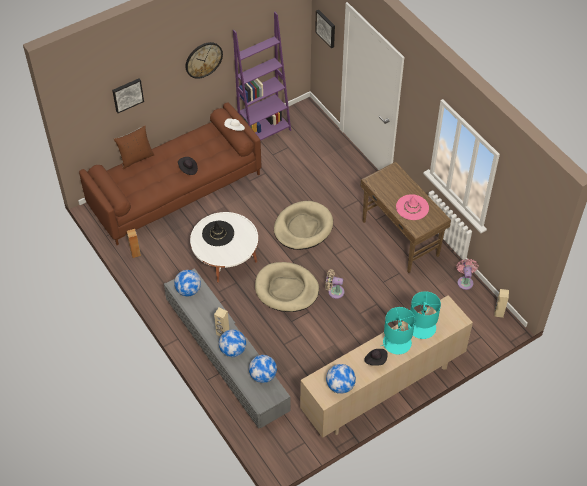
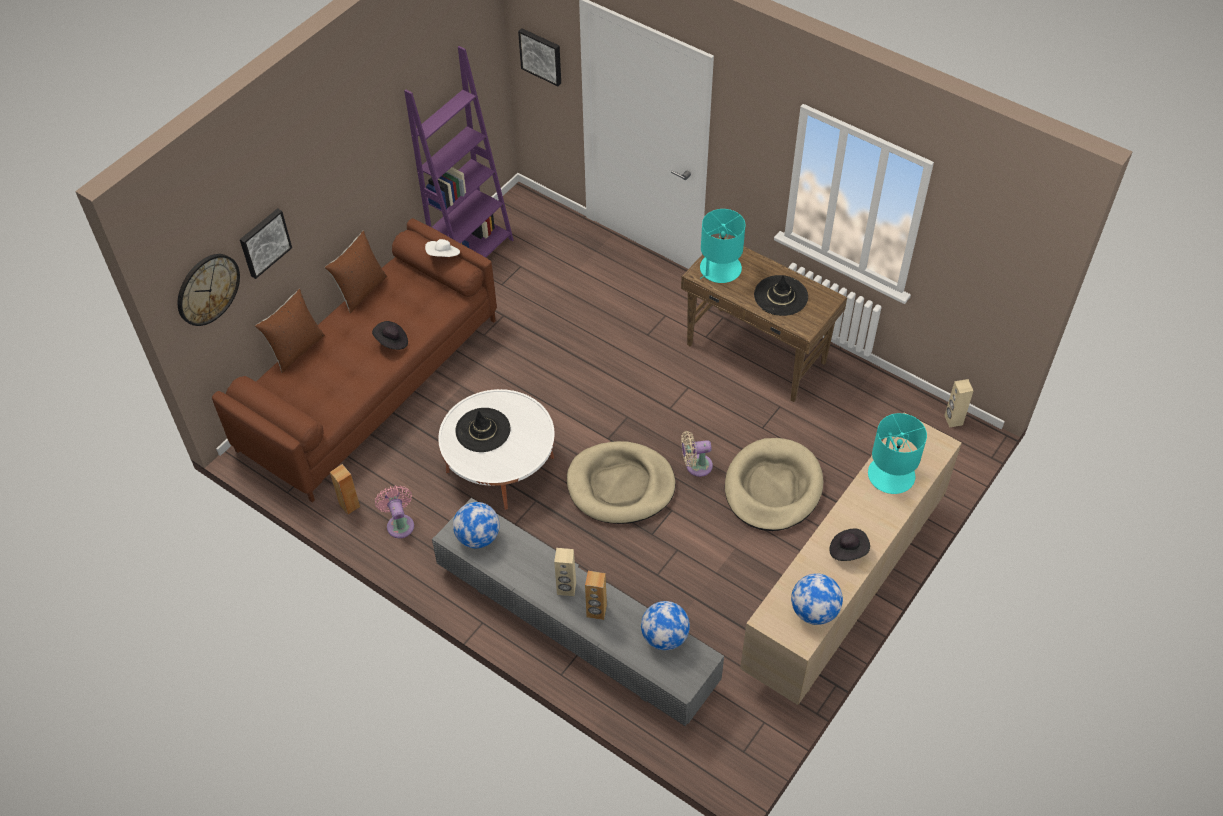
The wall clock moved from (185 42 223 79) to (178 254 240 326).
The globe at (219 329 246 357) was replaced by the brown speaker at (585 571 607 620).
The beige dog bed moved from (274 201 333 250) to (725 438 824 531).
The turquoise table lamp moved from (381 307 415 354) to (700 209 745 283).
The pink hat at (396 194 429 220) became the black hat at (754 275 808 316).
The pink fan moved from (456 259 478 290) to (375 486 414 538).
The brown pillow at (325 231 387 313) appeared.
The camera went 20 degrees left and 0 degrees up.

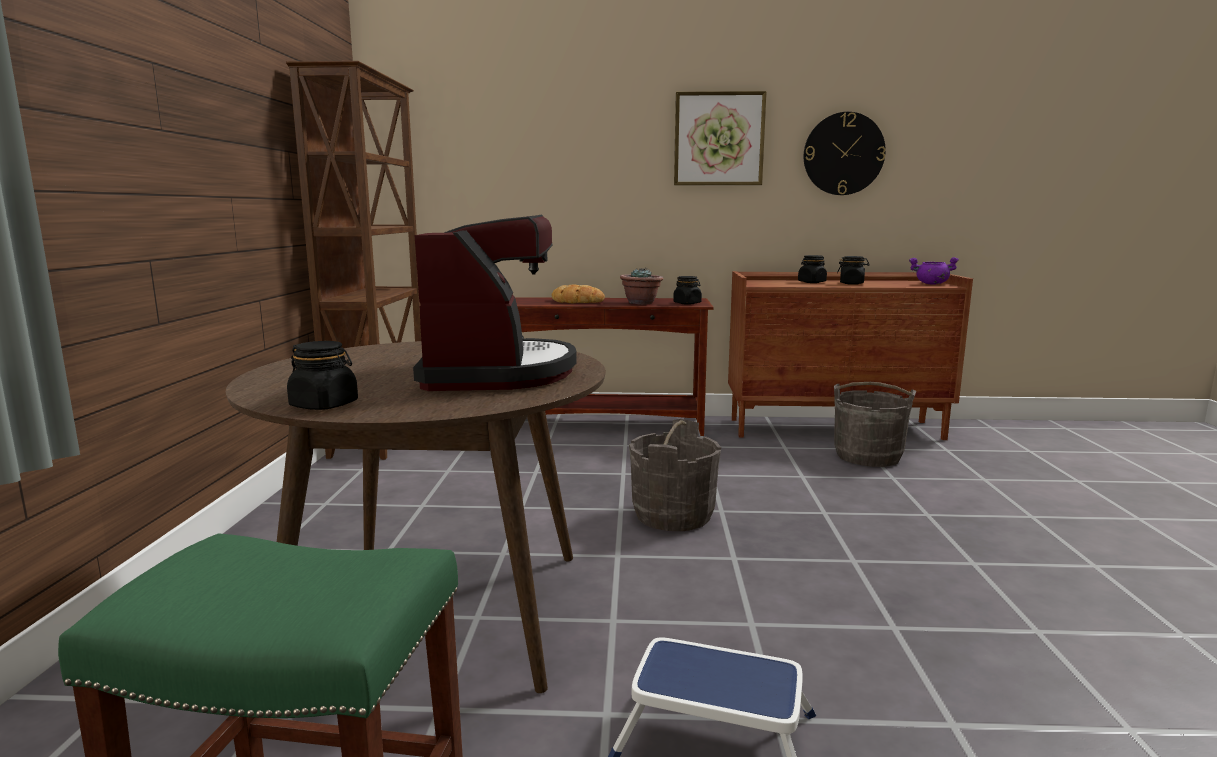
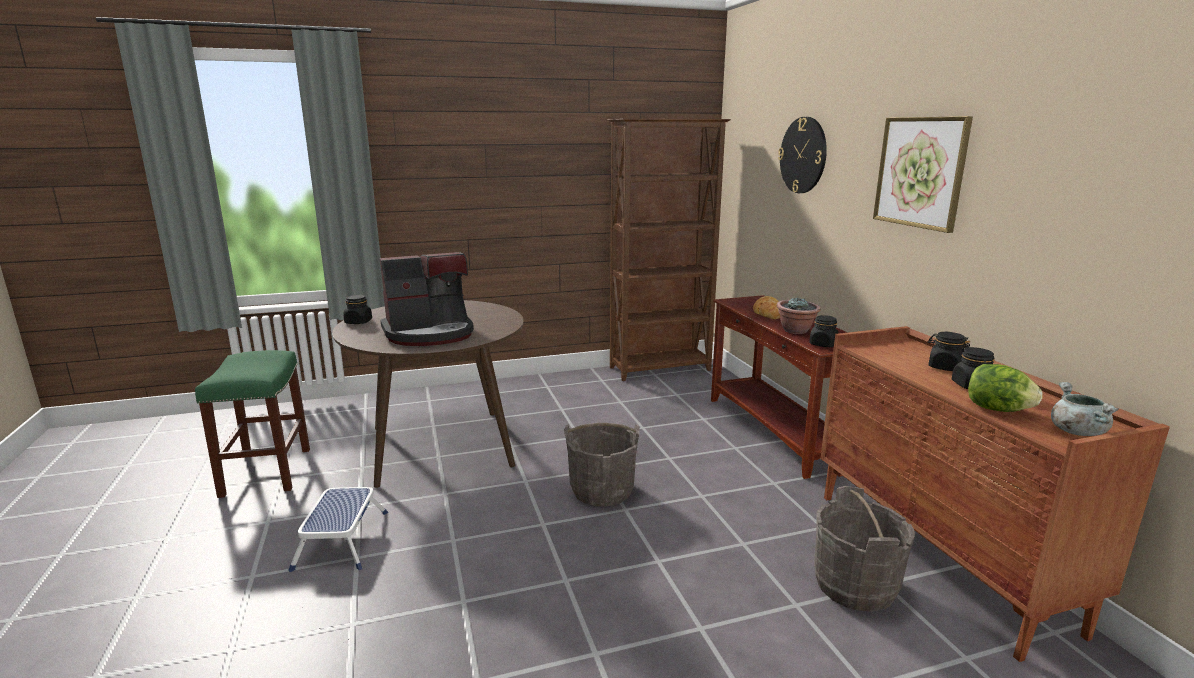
The wall clock moved from (804 112 886 195) to (778 117 827 193).
The purple cooking pot at (909 257 959 284) became the grey cooking pot at (1051 382 1119 436).
The lettuce at (968 364 1043 412) appeared.
The camera went 70 degrees right and 5 degrees up.

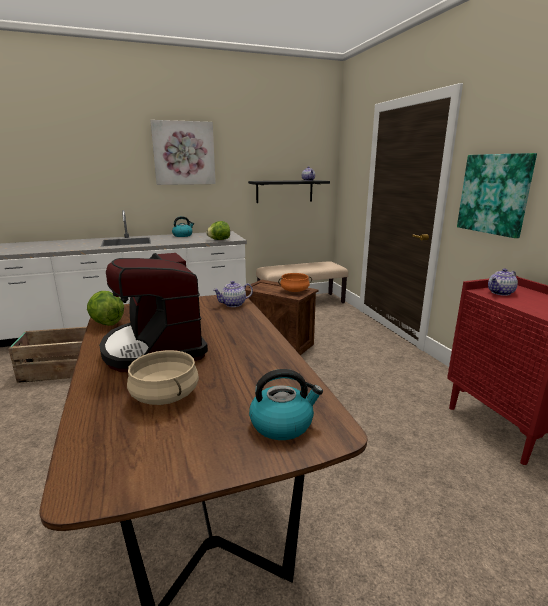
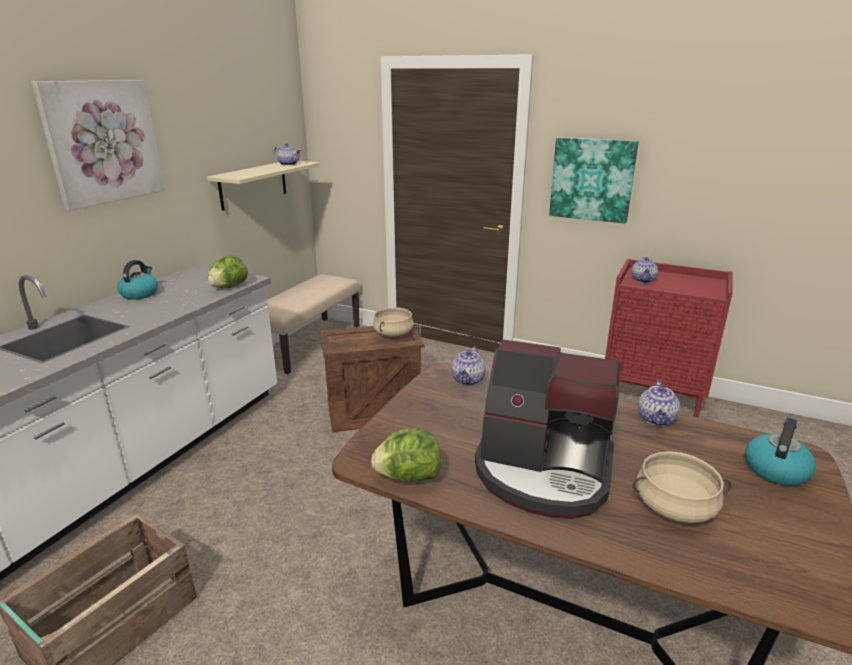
The black shelf at (248 180 330 203) became the beige shelf at (207 161 320 211).
The orange cooking pot at (278 273 312 292) became the beige cooking pot at (373 307 414 337).
The teapot at (638 380 680 426) appeared.
The camera went 45 degrees left and 5 degrees up.

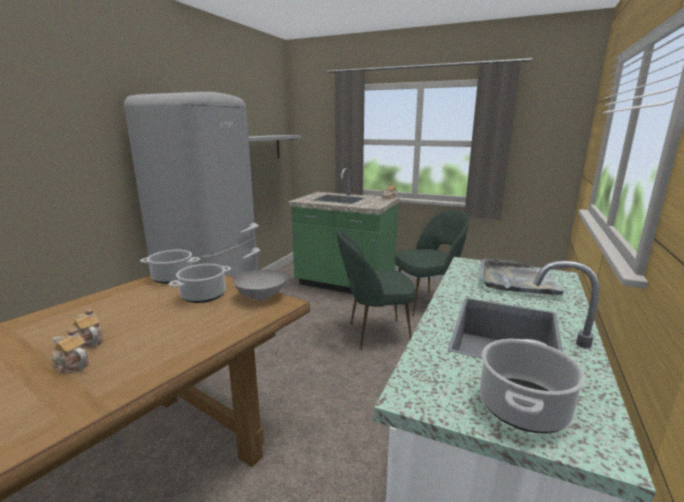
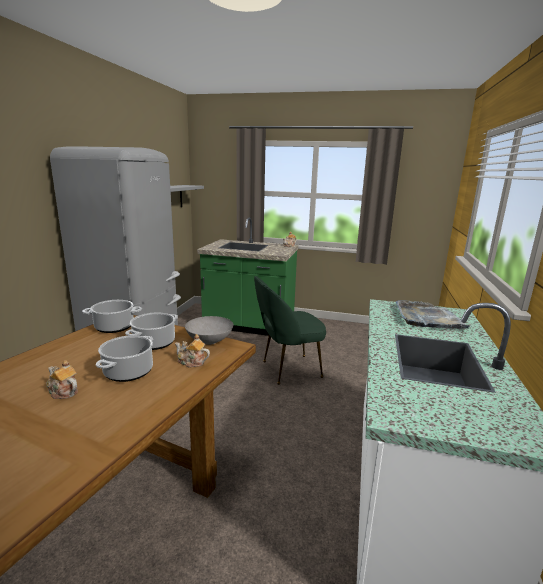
The teapot moved from (51 328 89 374) to (175 334 210 368).
The green chair at (395 210 469 316) disappeared.
The cooking pot moved from (480 339 585 433) to (96 335 153 382).
The camera went 10 degrees left and 0 degrees up.

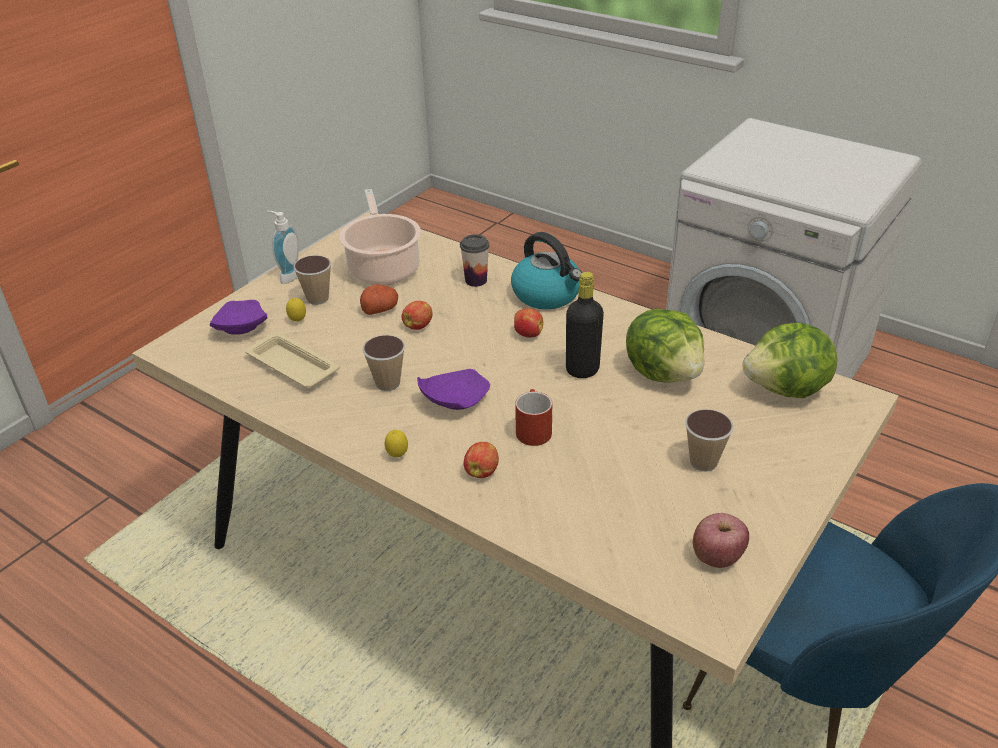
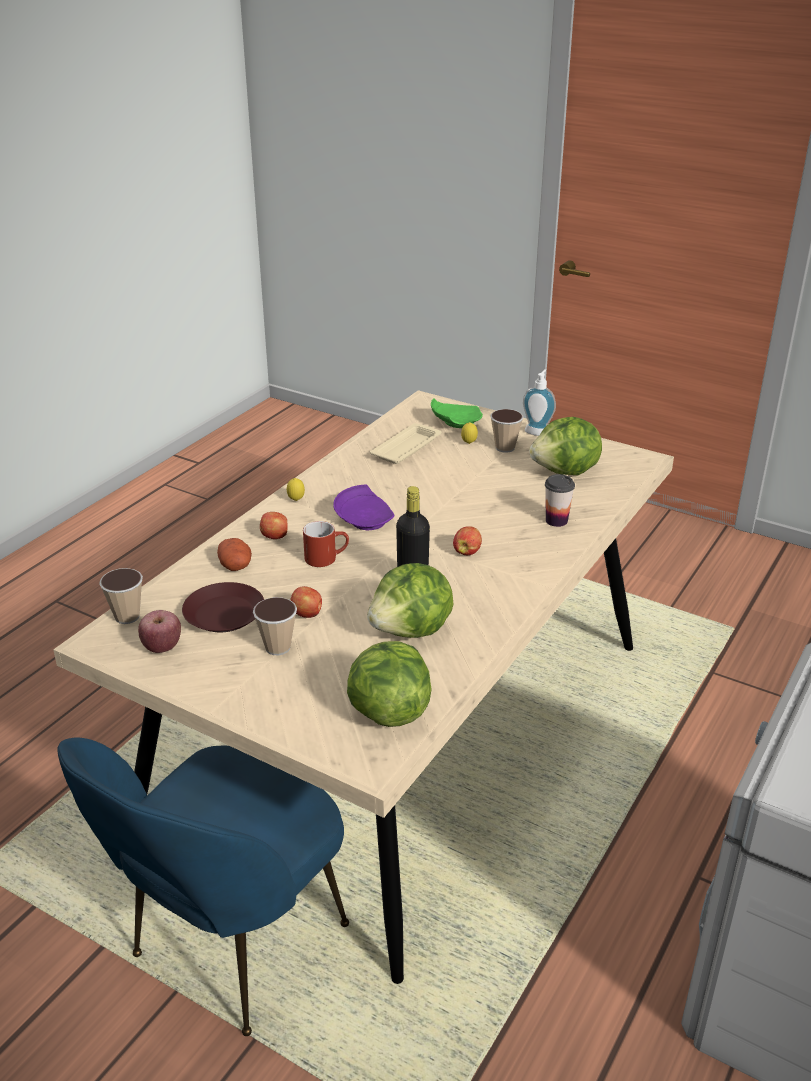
The purple plate at (210 300 268 335) became the green plate at (431 398 483 428).
The cooking pot at (339 189 421 285) was replaced by the lettuce at (529 417 602 475).
The potato moved from (360 284 398 315) to (217 538 252 571).
The cup moved from (362 335 405 391) to (99 568 143 624).
The apple moved from (402 301 433 330) to (290 586 322 618).
The kettle at (511 232 582 309) disappeared.
The brown plate at (182 582 264 632) appeared.
The camera went 85 degrees right and 5 degrees down.

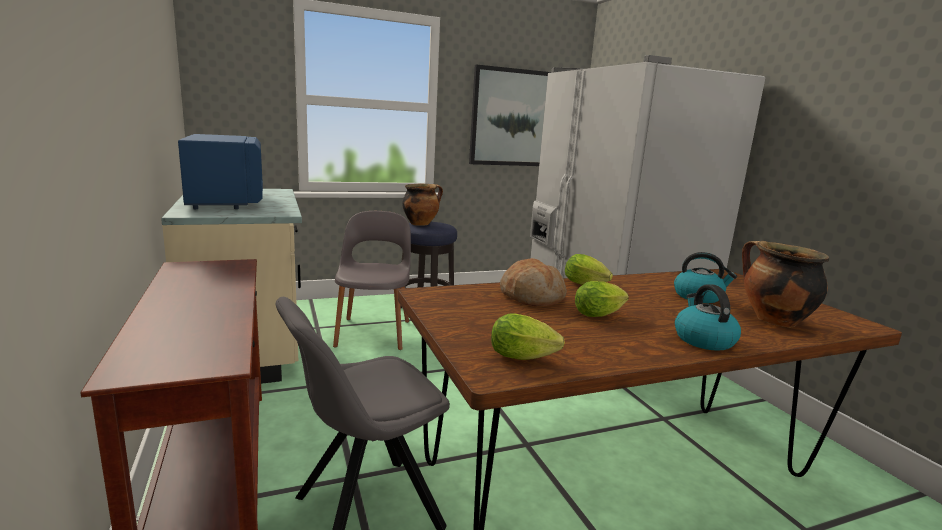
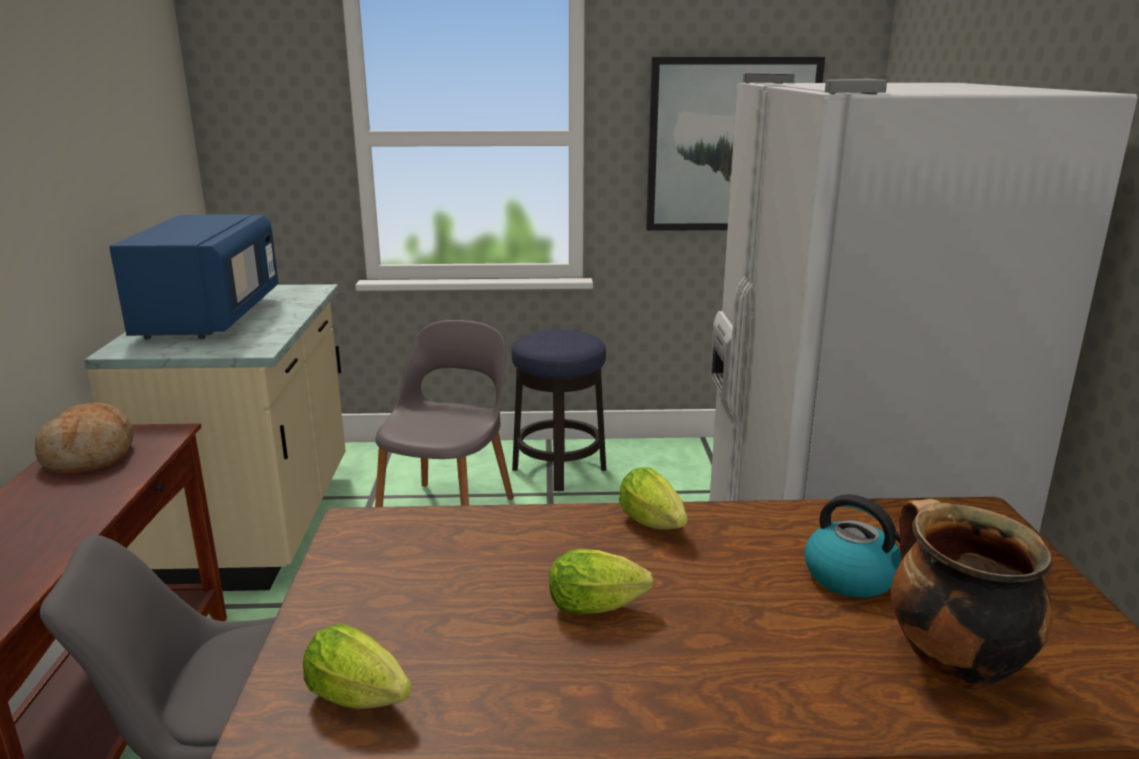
The cooking pot at (402 184 443 226) disappeared.
The bread moved from (500 258 567 306) to (35 403 134 473).
The kettle at (675 284 741 351) disappeared.
The camera went 20 degrees right and 5 degrees up.

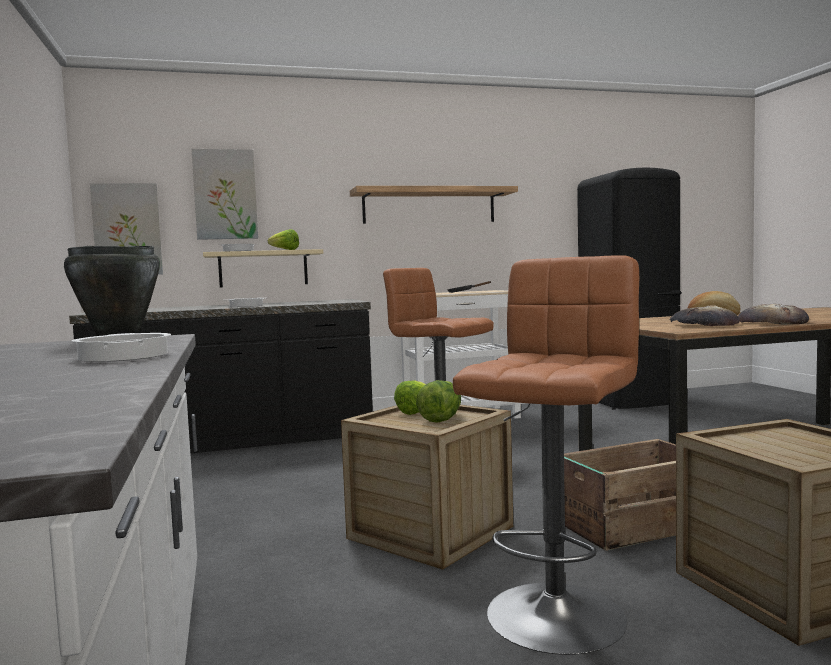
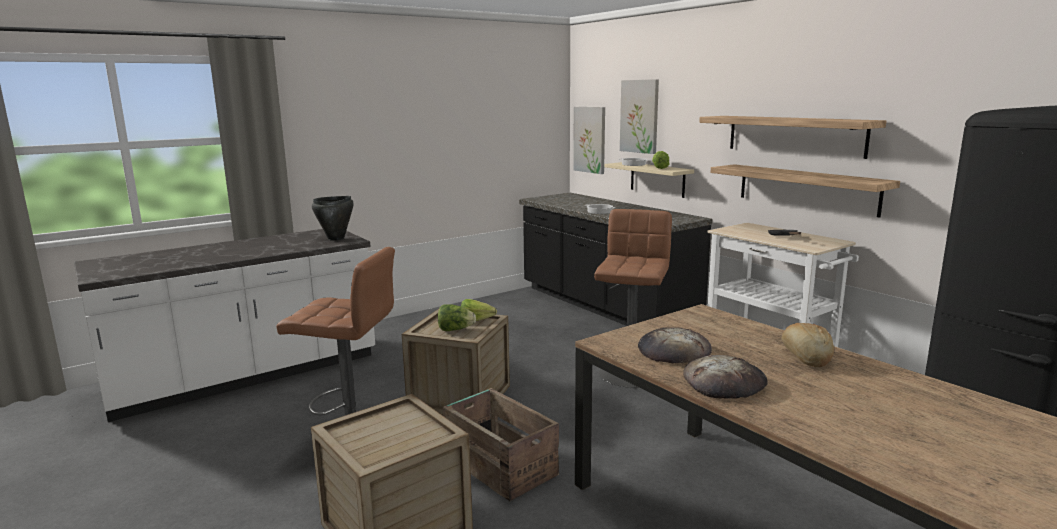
The cooking pot at (72 333 171 362) disappeared.
The shelf at (711 164 900 218) appeared.
The camera went 70 degrees right and 10 degrees up.

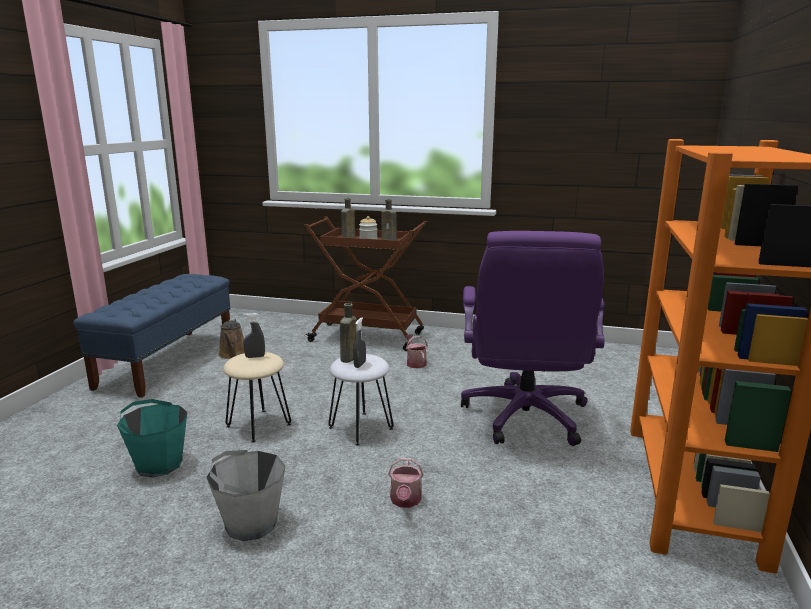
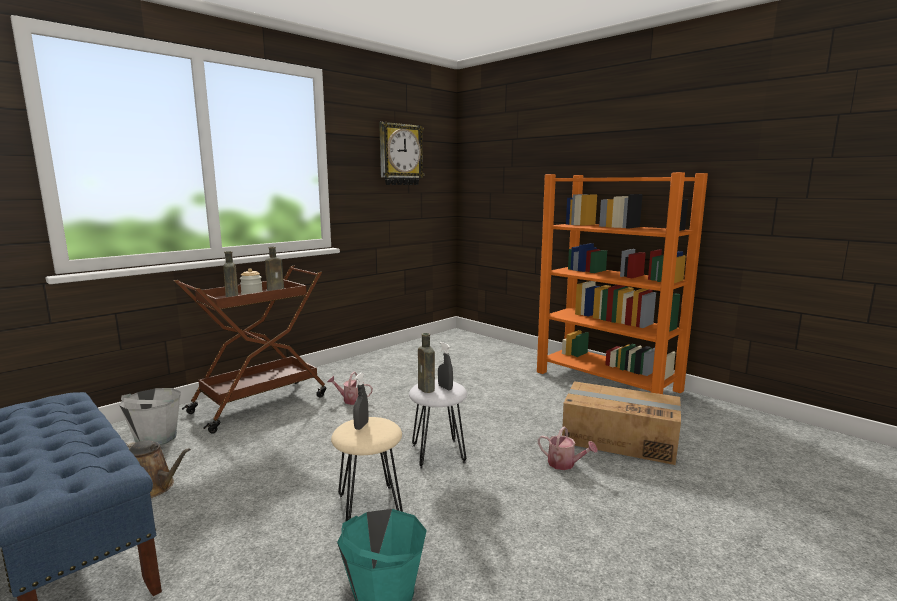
The grey bucket moved from (206 450 286 541) to (119 388 181 445).
The purple office chair at (461 231 605 446) disappeared.
The wall clock at (379 122 424 185) appeared.
The cardboard box at (562 381 681 465) appeared.
The camera went 60 degrees left and 5 degrees down.

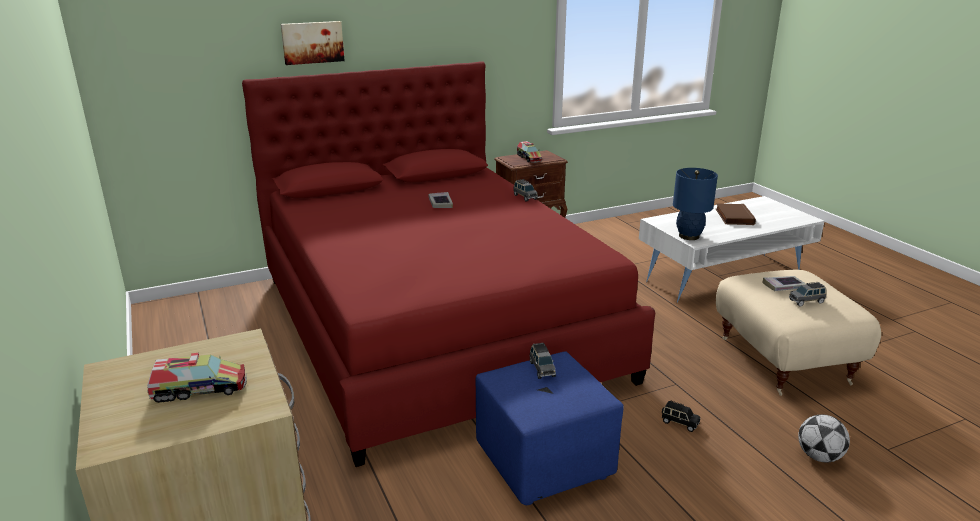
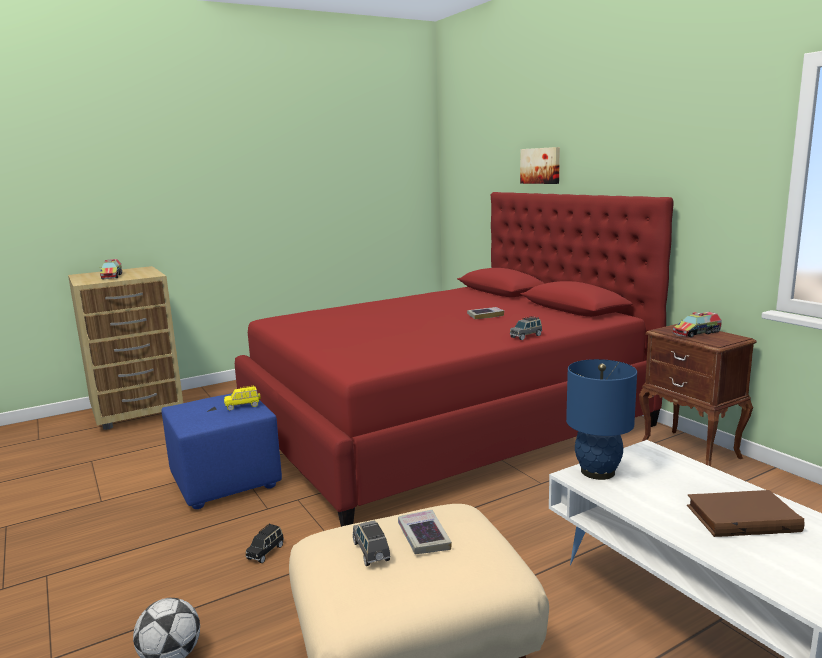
The grey toy car at (530 343 556 379) became the yellow toy car at (224 386 261 411).
The camera went 85 degrees right and 10 degrees down.

